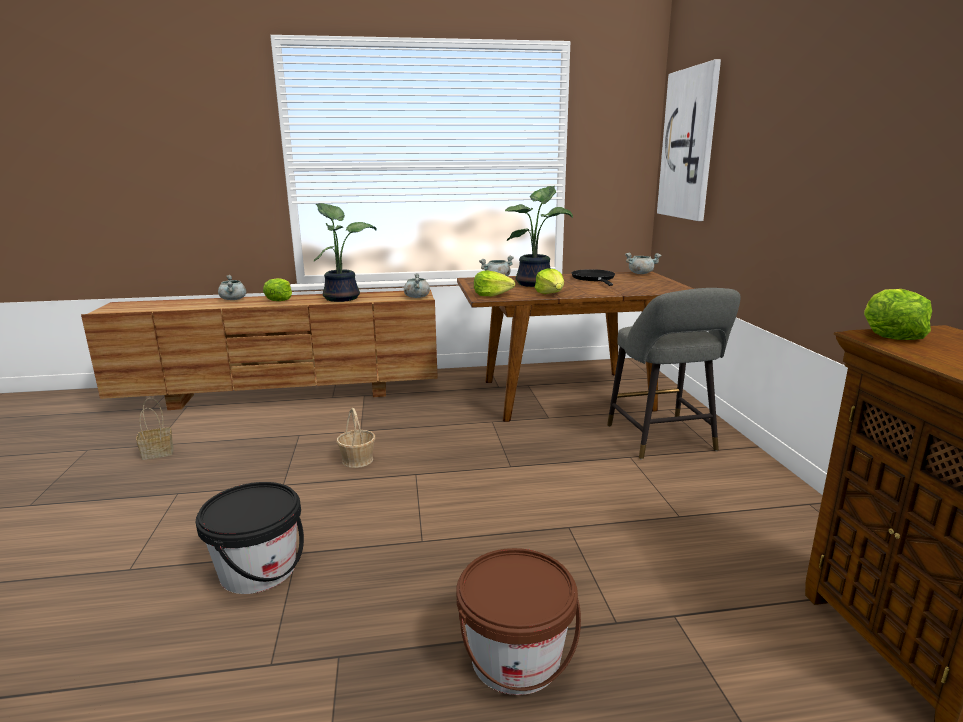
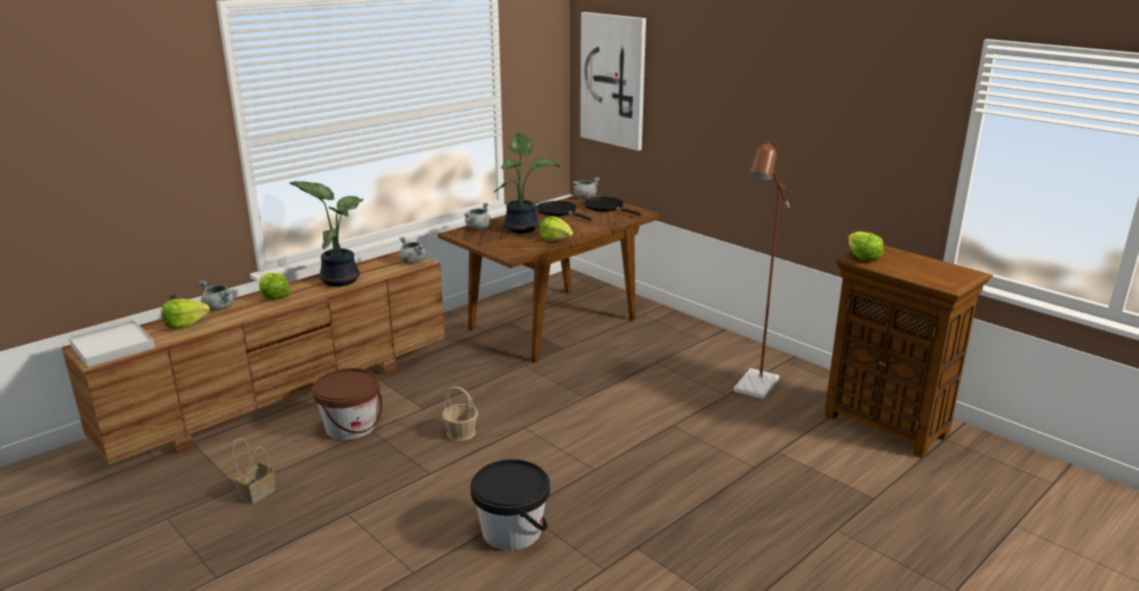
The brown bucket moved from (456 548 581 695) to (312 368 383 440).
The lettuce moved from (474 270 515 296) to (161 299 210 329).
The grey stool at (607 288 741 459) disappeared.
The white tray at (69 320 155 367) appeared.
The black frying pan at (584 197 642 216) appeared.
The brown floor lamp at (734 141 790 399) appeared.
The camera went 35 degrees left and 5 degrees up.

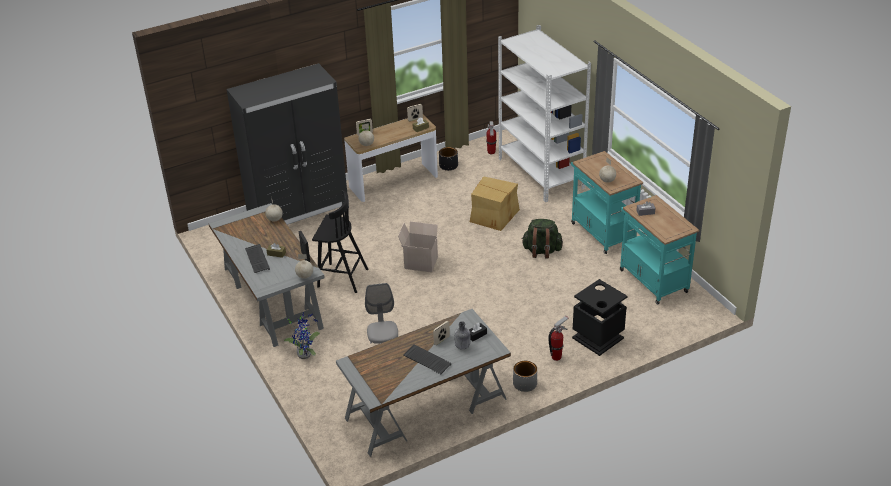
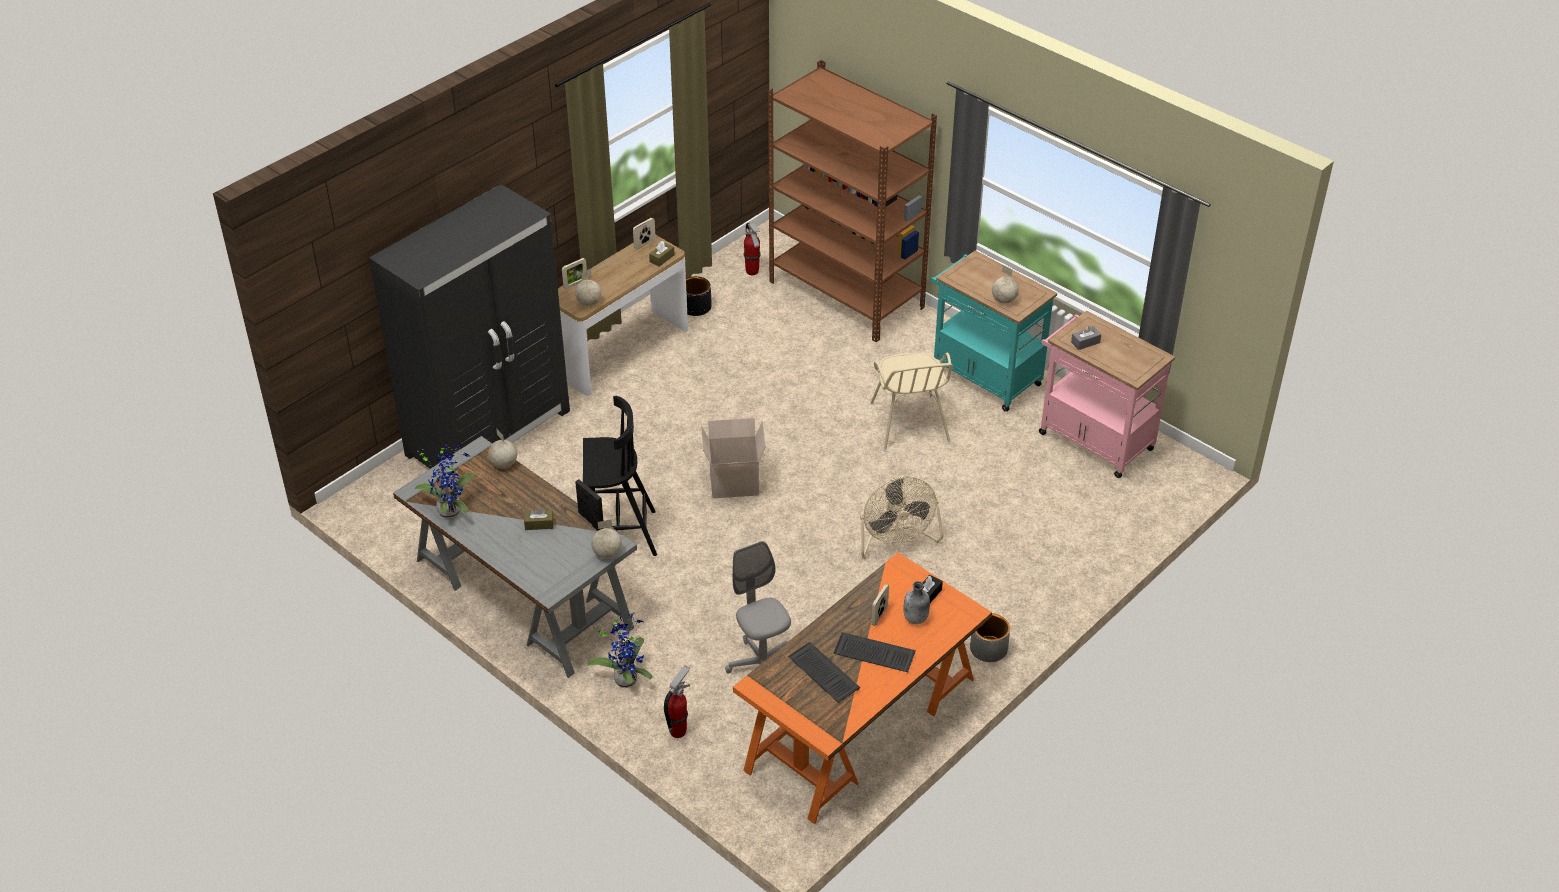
The keyboard moved from (245 244 270 273) to (788 642 860 703).
The grey desk at (336 309 511 457) became the orange desk at (733 552 992 824).
The cardboard box at (470 176 520 231) disappeared.
The white bookcase at (498 25 591 202) became the brown bookcase at (768 60 937 342).
The green backpack at (522 219 563 258) was replaced by the beige chair at (870 352 953 451).
The fire extinguisher moved from (548 316 568 361) to (664 665 690 738).
The black trash can at (572 279 628 356) disappeared.
The turquoise cart at (620 195 699 305) became the pink cart at (1039 311 1175 478).
The potted plant at (415 441 474 518) appeared.
The beige fan at (860 475 943 559) appeared.
The camera went 20 degrees left and 5 degrees up.

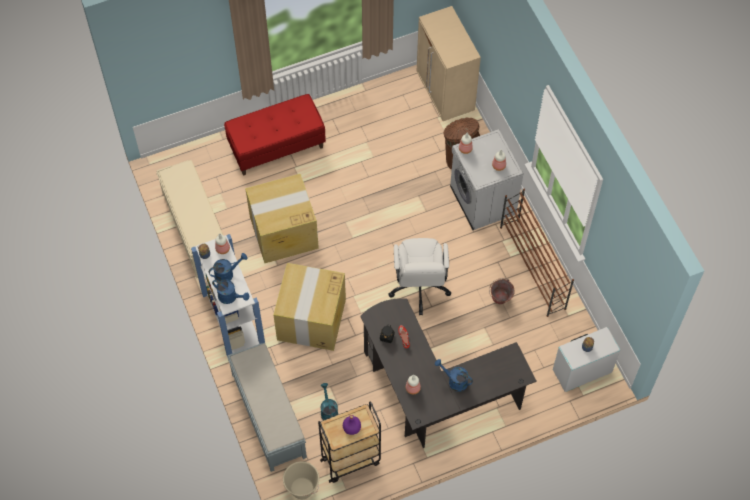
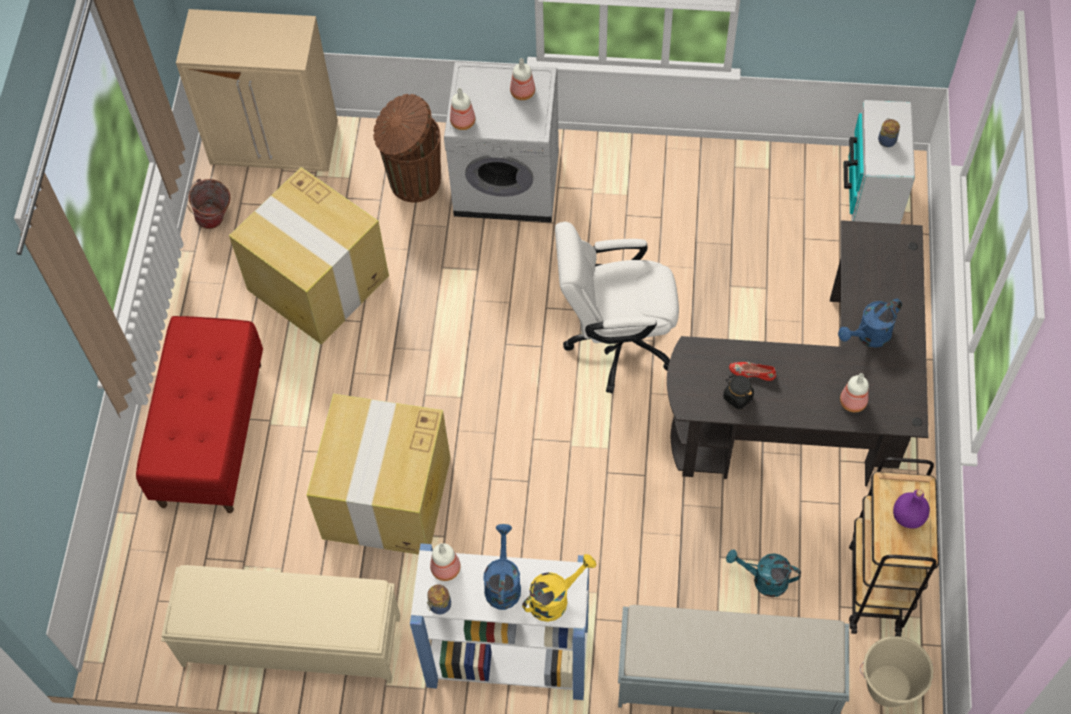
The blue watering can at (212 279 249 304) became the yellow watering can at (522 554 597 622).
The cardboard box moved from (273 263 346 351) to (229 167 389 344).
The white office chair at (389 238 451 315) turned 150 degrees clockwise.
The bucket moved from (489 278 515 304) to (186 179 230 229).
The brown shoe rack at (500 189 574 317) disappeared.
The camera went 60 degrees left and 0 degrees up.

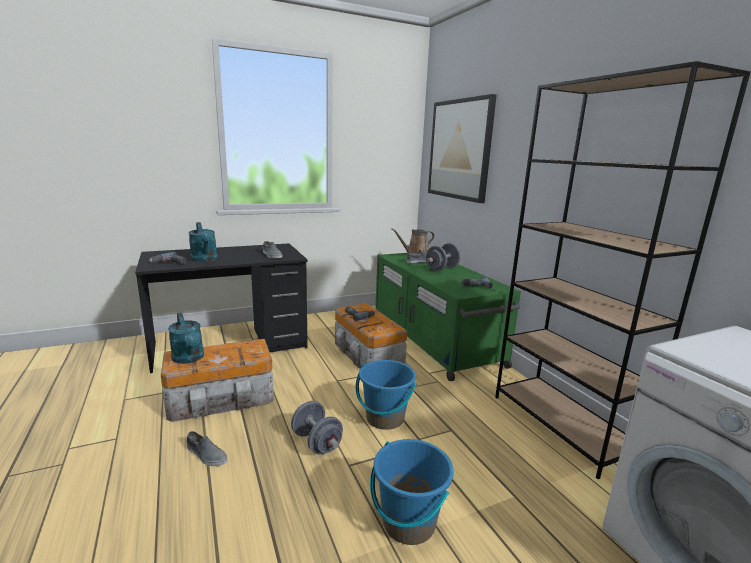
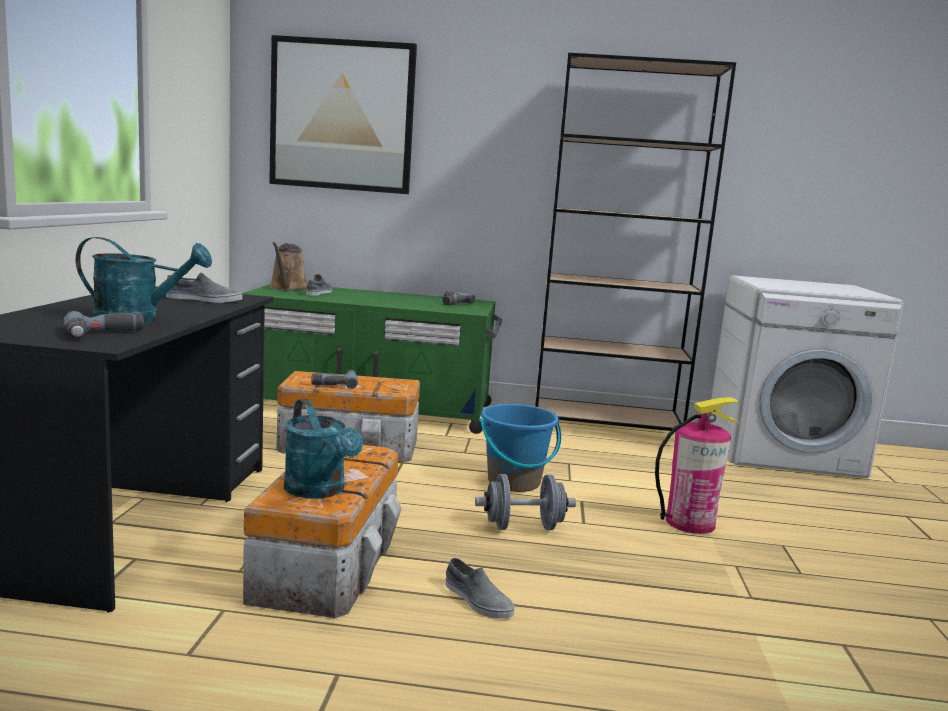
The turquoise watering can at (168 313 204 364) turned 60 degrees clockwise.
The grey shoe at (186 431 227 466) turned 75 degrees clockwise.
The blue bucket at (370 439 454 545) was replaced by the fire extinguisher at (655 397 740 534).
The grey dumbbell at (426 243 461 271) disappeared.
The camera went 60 degrees left and 5 degrees down.

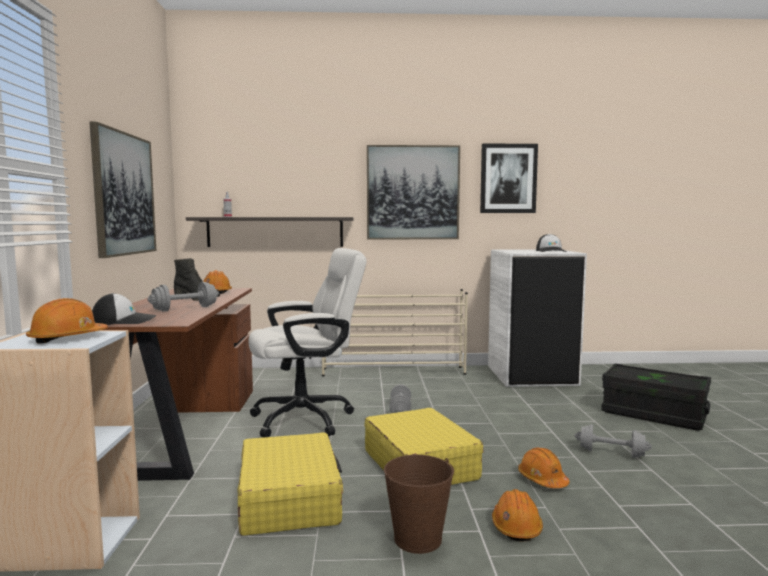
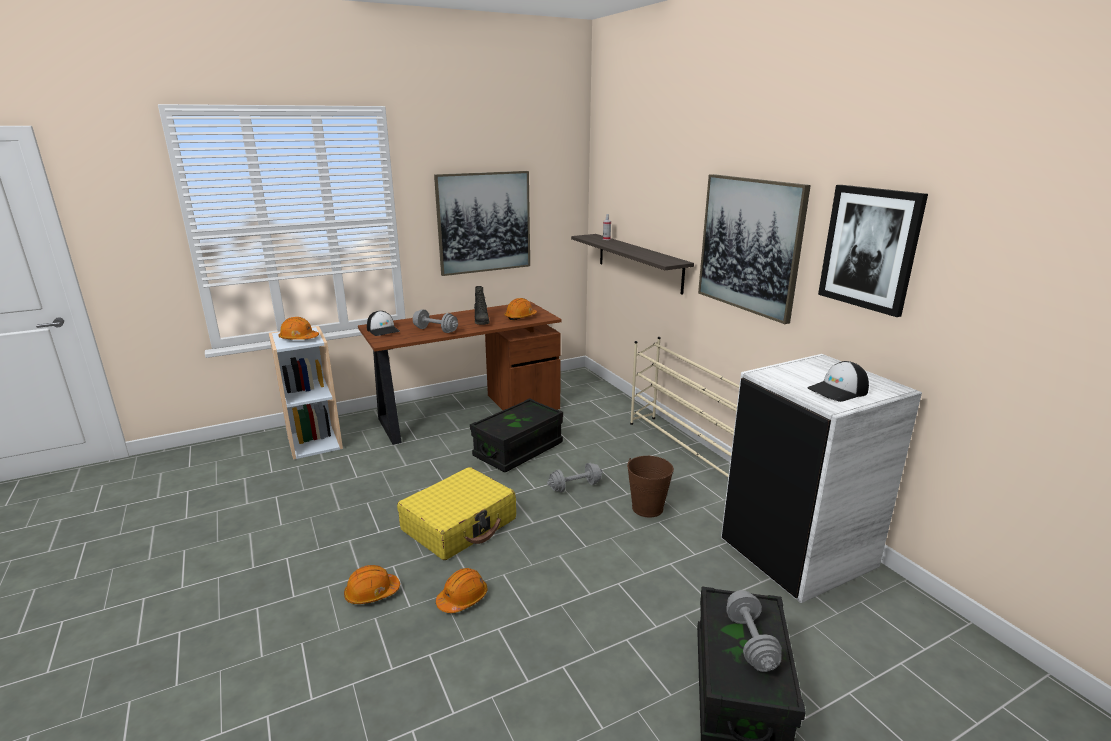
The yellow suitcase at (237 432 343 536) disappeared.
The white office chair at (248 248 367 437) was replaced by the black storage box at (470 398 563 472).
The brown bucket moved from (384 455 454 554) to (627 456 674 518).
The grey dumbbell moved from (574 424 652 458) to (726 590 782 672).
The camera went 65 degrees right and 15 degrees up.

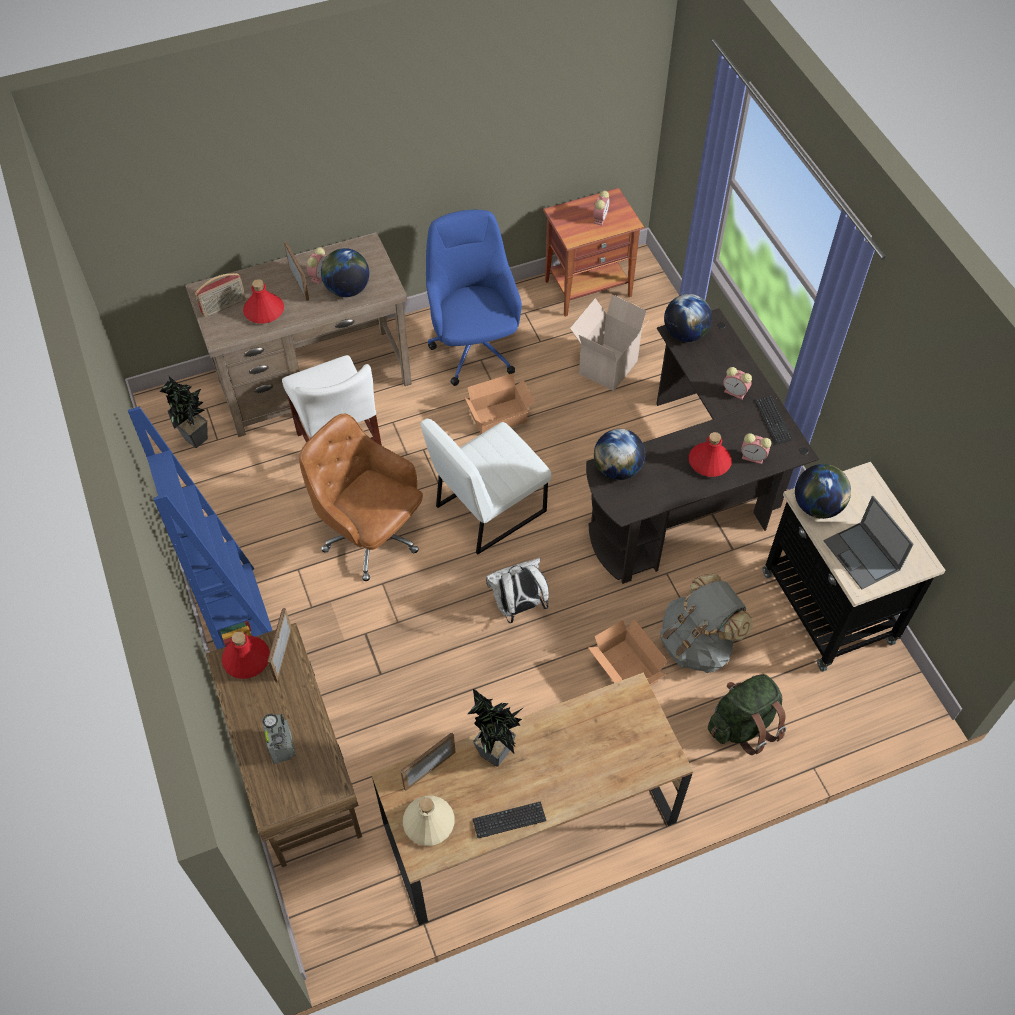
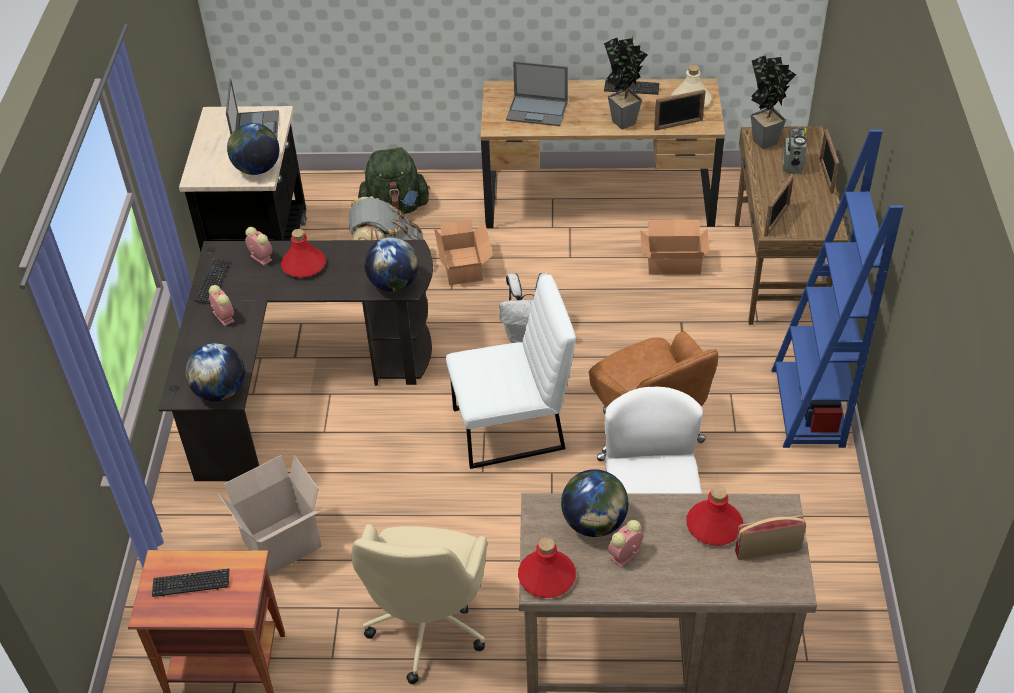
The potted plant moved from (160 377 208 448) to (751 55 796 149).
The red bottle moved from (222 632 270 679) to (518 537 576 598).
The picture frame moved from (284 242 309 301) to (819 129 839 193).
The blue office chair at (426 210 522 386) became the beige office chair at (351 524 487 684).
The cardboard box moved from (464 373 535 434) to (640 220 710 275).
The alarm clock at (593 191 610 225) was replaced by the keyboard at (152 569 229 597).
The laptop at (506 61 568 126) appeared.
The camera went 155 degrees left and 10 degrees down.

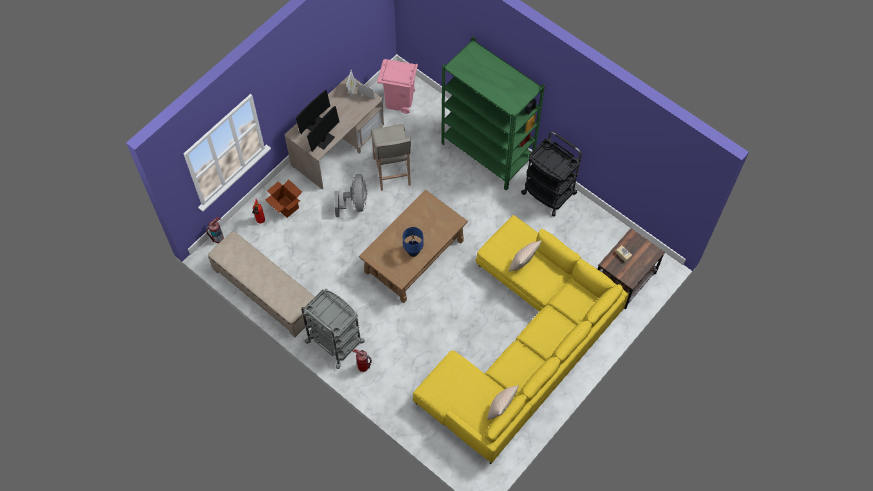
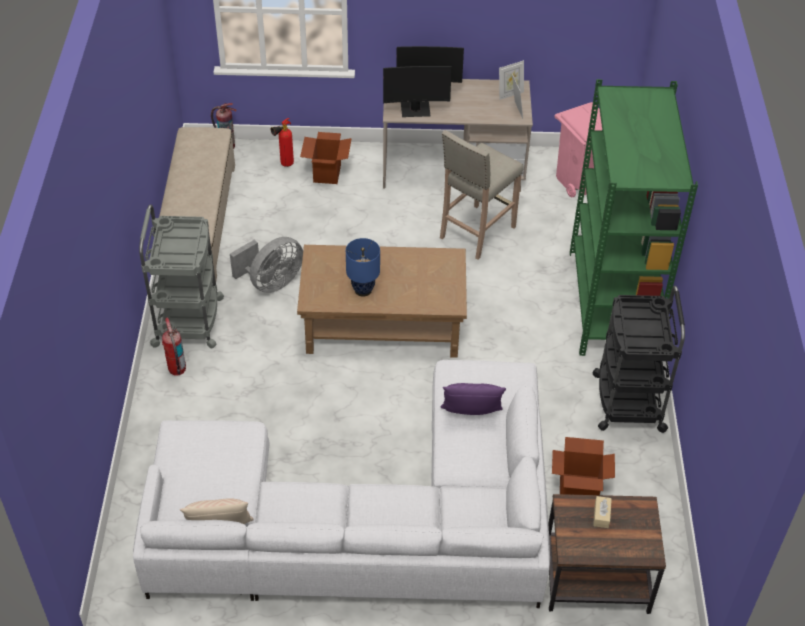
The grey fan moved from (334 174 367 217) to (230 237 303 293).
The yellow sofa at (413 215 629 464) became the white sofa at (133 360 550 609).
The beige pillow at (509 240 542 272) became the purple pillow at (441 383 506 415).
The cardboard box at (552 437 615 495) appeared.
The camera went 50 degrees right and 15 degrees down.

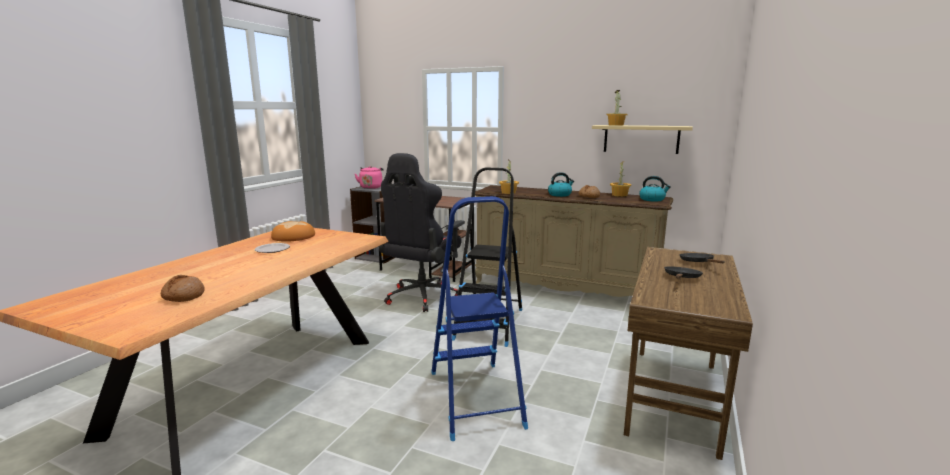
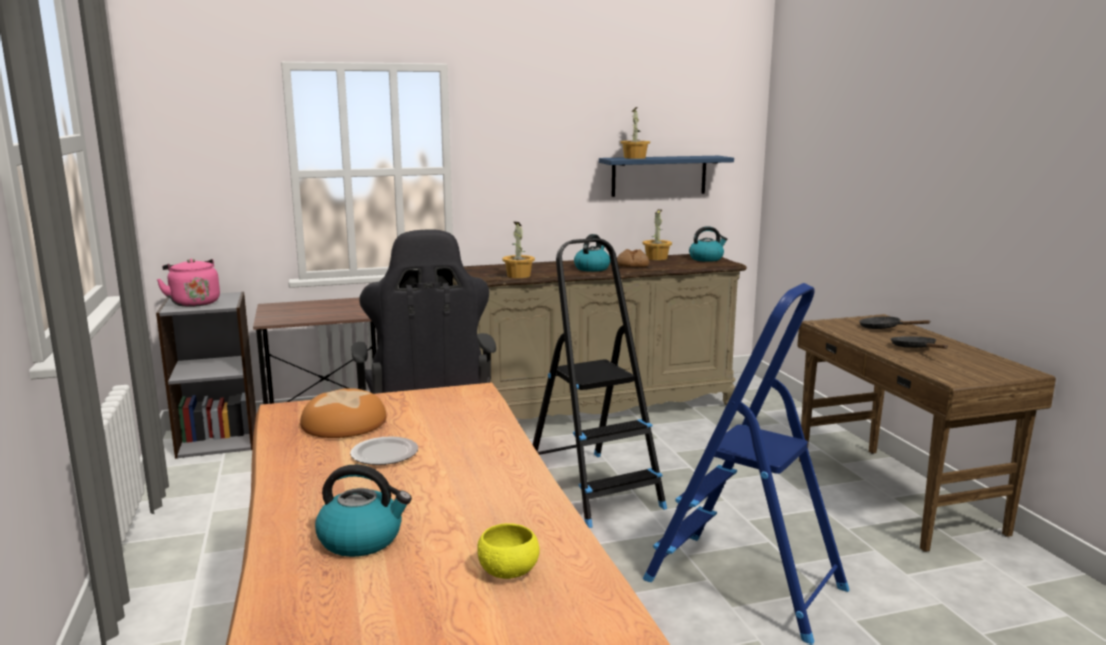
The bread at (161 275 205 302) was replaced by the yellow bowl at (477 523 540 579).
The beige shelf at (592 125 693 154) became the blue shelf at (599 156 734 197).
The kettle at (315 465 412 557) appeared.
The camera went 40 degrees left and 0 degrees up.

